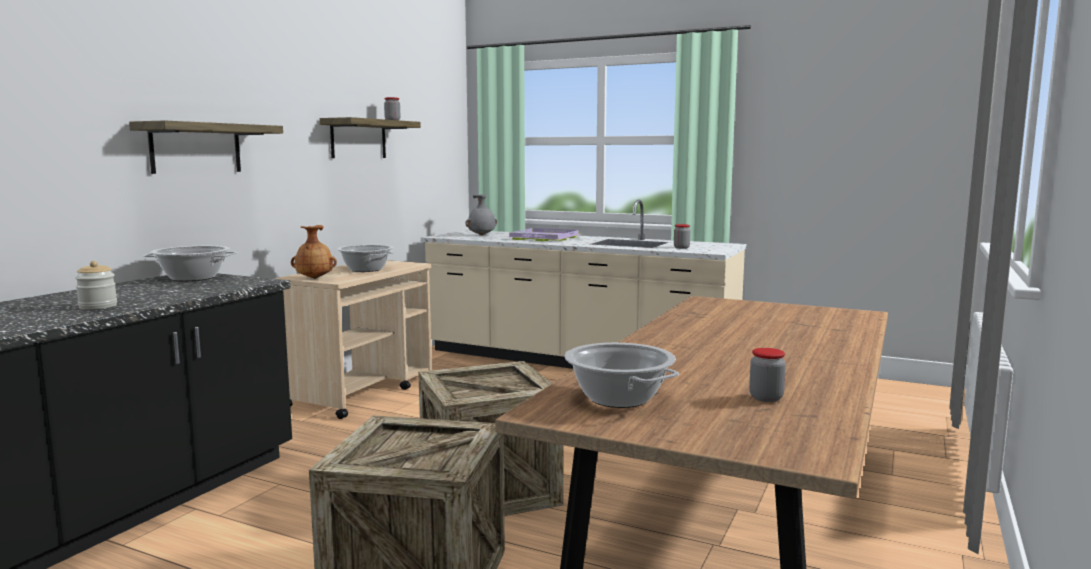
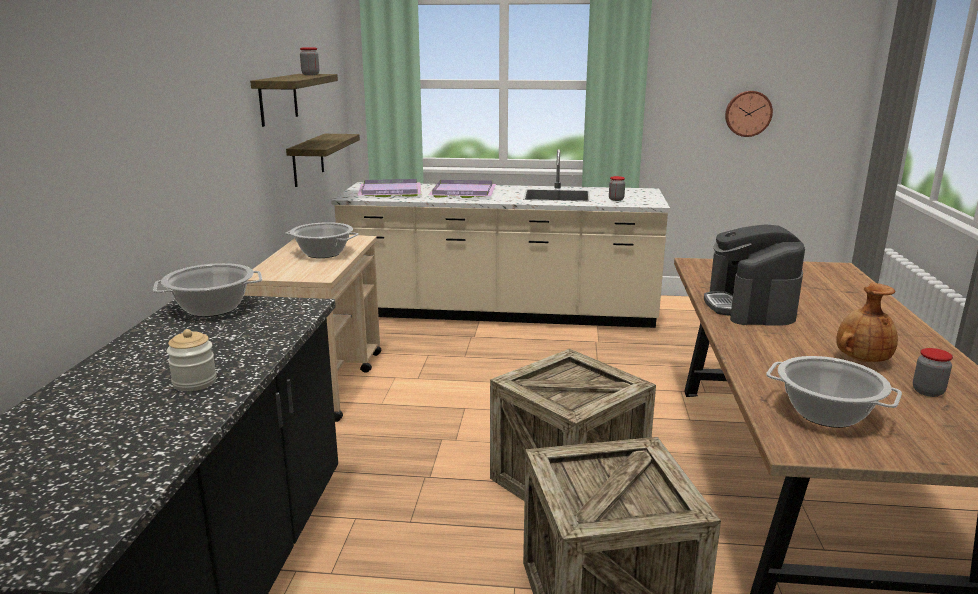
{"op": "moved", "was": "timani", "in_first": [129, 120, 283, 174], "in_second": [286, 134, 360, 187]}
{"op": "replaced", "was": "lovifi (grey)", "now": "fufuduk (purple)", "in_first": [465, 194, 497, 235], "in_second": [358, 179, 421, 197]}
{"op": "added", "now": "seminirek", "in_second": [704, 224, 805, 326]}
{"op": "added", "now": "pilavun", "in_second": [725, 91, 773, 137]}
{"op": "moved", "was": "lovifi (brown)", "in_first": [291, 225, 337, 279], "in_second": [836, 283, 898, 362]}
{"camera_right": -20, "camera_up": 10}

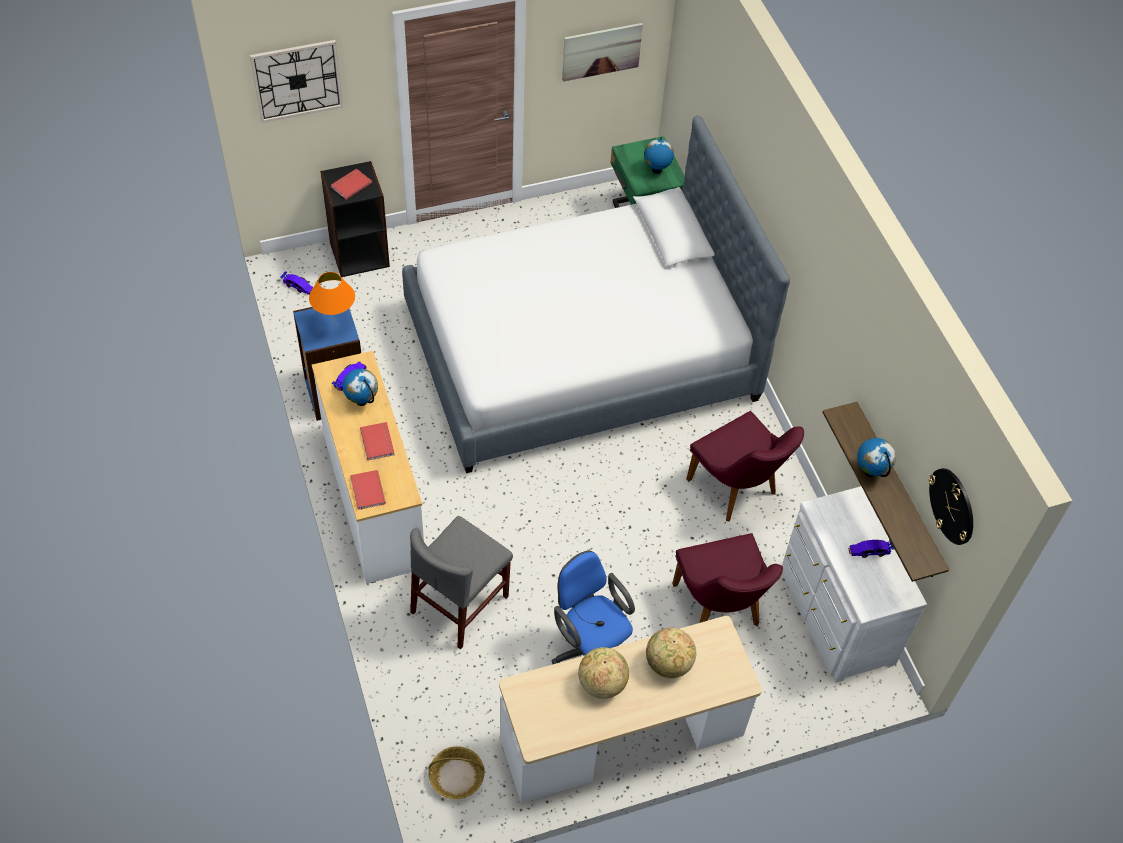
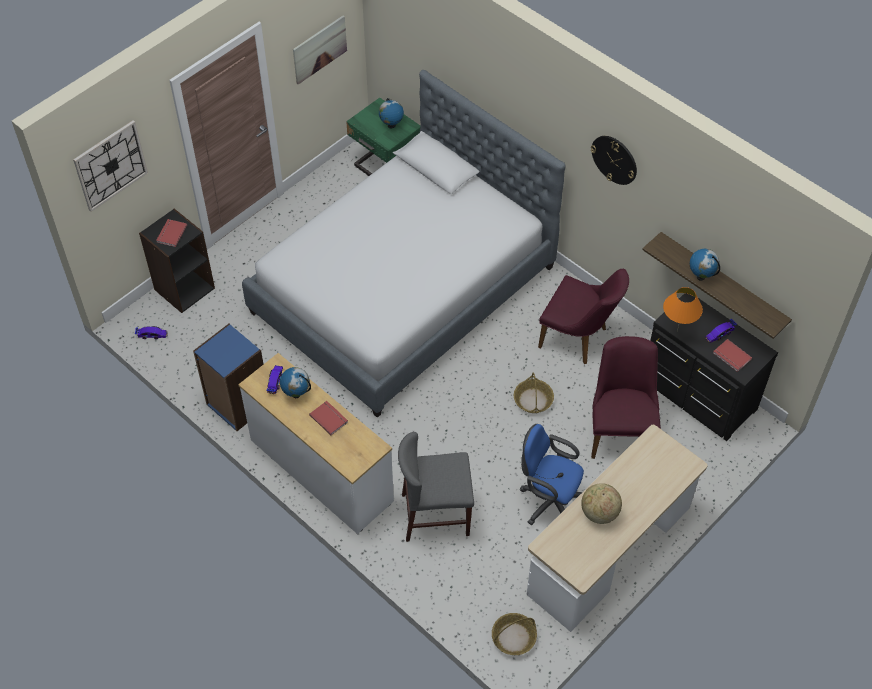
{"op": "turned", "was": "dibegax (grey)", "in_first": [410, 516, 513, 649], "in_second": [398, 432, 474, 542], "clockwise": 75}
{"op": "added", "now": "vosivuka", "in_second": [514, 373, 554, 413]}
{"op": "moved", "was": "pilavun", "in_first": [929, 468, 973, 545], "in_second": [591, 136, 637, 185]}
{"op": "turned", "was": "dibegax (purple)", "in_first": [672, 533, 783, 626], "in_second": [591, 336, 661, 459], "clockwise": -135}
{"op": "recoloured", "was": "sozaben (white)", "now": "sozaben (black)", "in_first": [782, 486, 927, 683], "in_second": [650, 293, 778, 441]}
{"op": "moved", "was": "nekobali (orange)", "in_first": [309, 272, 355, 328], "in_second": [663, 287, 703, 332]}
{"op": "moved", "was": "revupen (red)", "in_first": [350, 470, 386, 510], "in_second": [713, 339, 752, 372]}
{"op": "removed", "was": "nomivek", "in_first": [646, 627, 696, 678]}
{"camera_right": -25, "camera_up": 0}

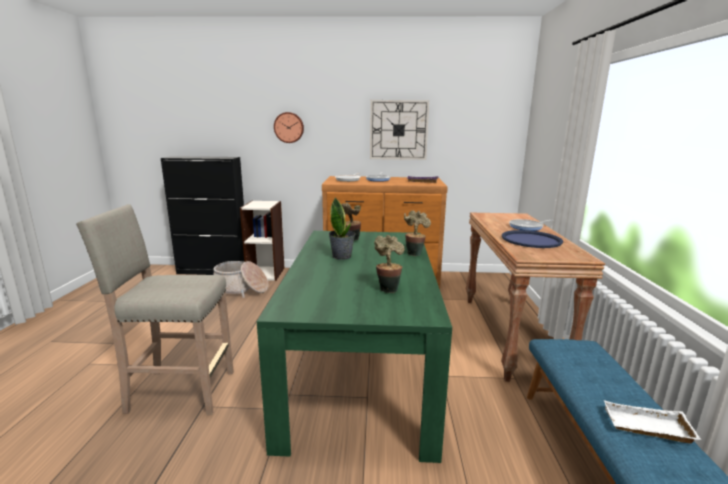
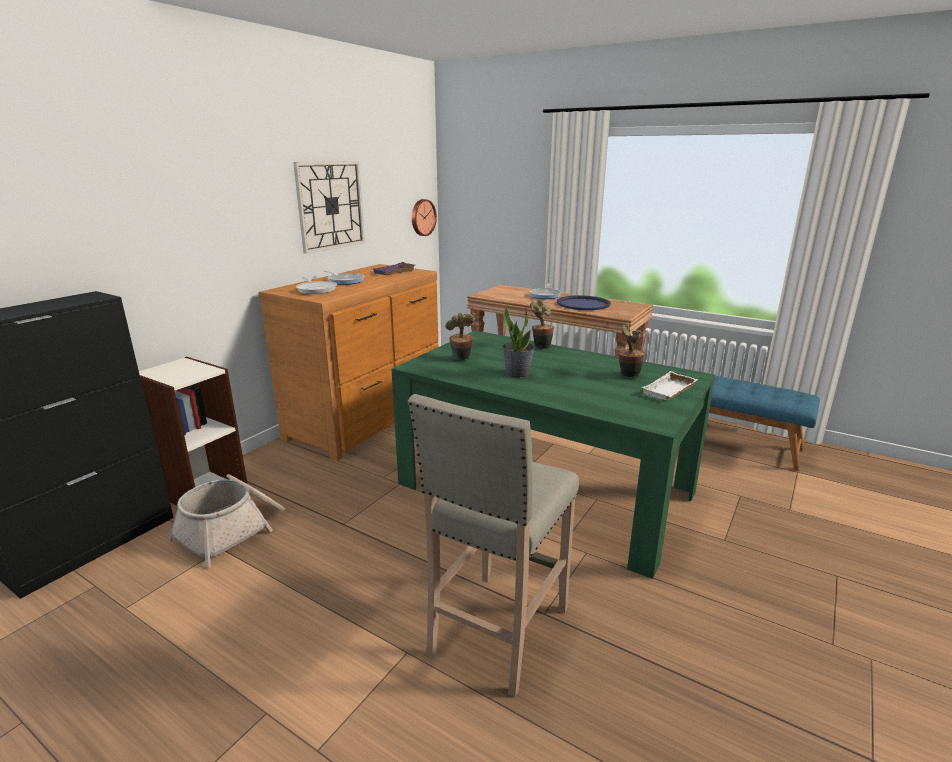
{"op": "moved", "was": "pilavun", "in_first": [274, 112, 304, 143], "in_second": [412, 199, 437, 236]}
{"op": "moved", "was": "fufuduk (white)", "in_first": [604, 400, 701, 444], "in_second": [641, 371, 698, 400]}
{"camera_right": -60, "camera_up": 5}

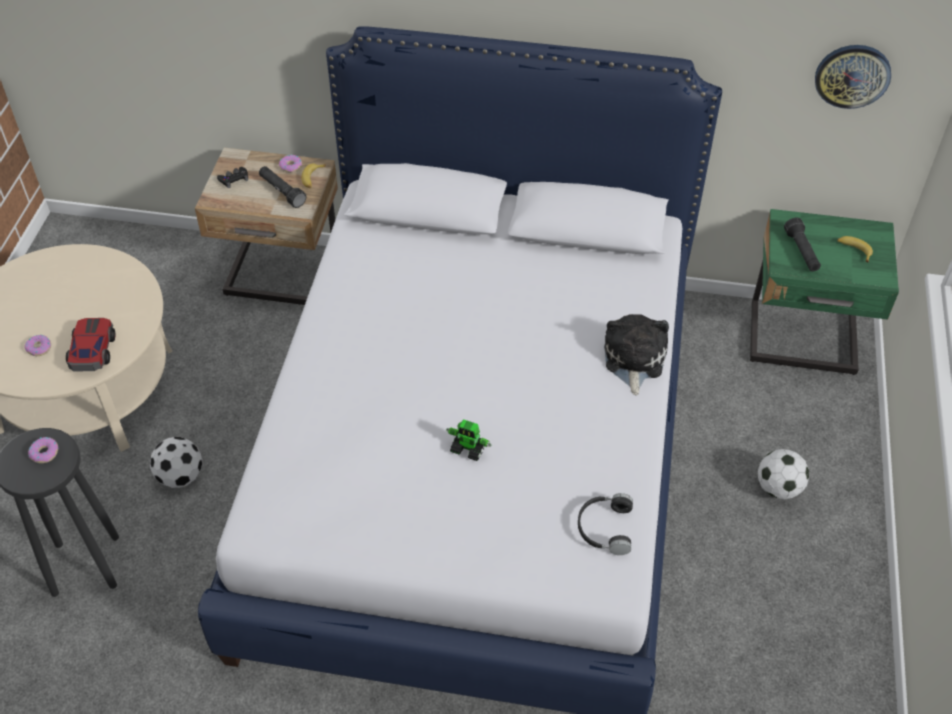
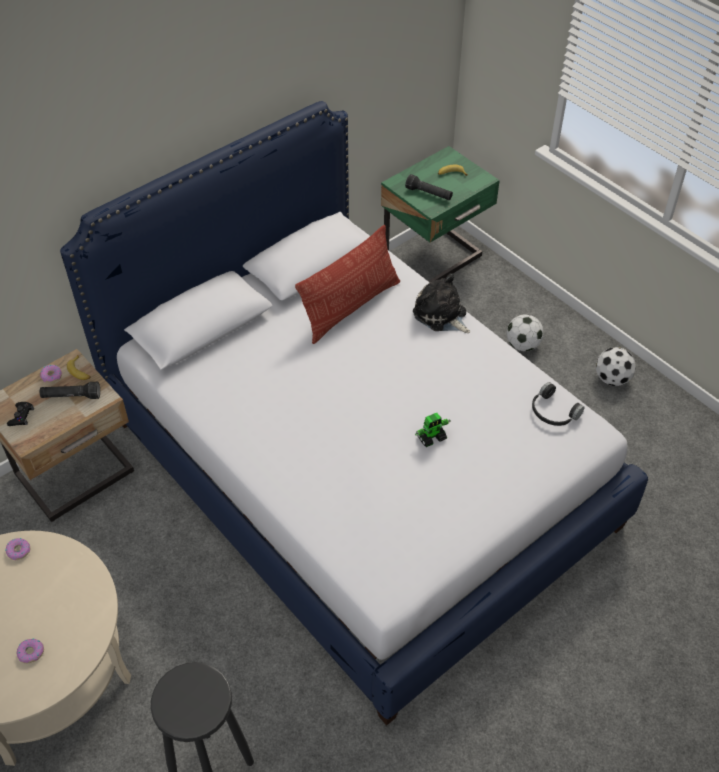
{"op": "moved", "was": "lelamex", "in_first": [28, 437, 58, 463], "in_second": [6, 538, 30, 560]}
{"op": "added", "now": "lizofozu", "in_second": [295, 225, 400, 344]}
{"op": "moved", "was": "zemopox", "in_first": [150, 437, 202, 488], "in_second": [596, 347, 636, 386]}
{"op": "removed", "was": "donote", "in_first": [66, 318, 115, 372]}
{"op": "removed", "was": "pilavun", "in_first": [815, 45, 891, 109]}
{"camera_right": -50, "camera_up": 0}

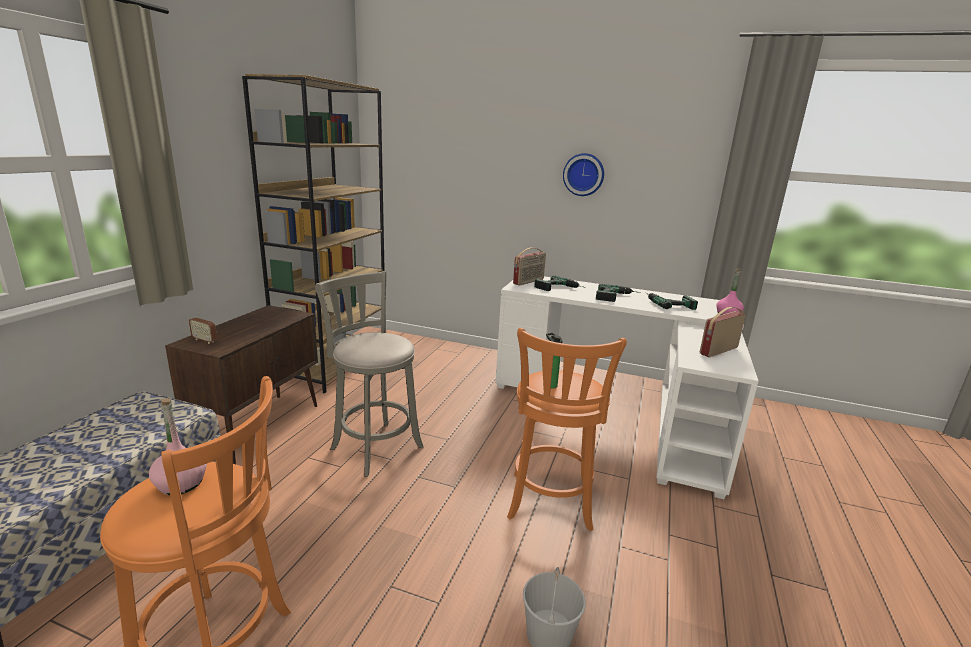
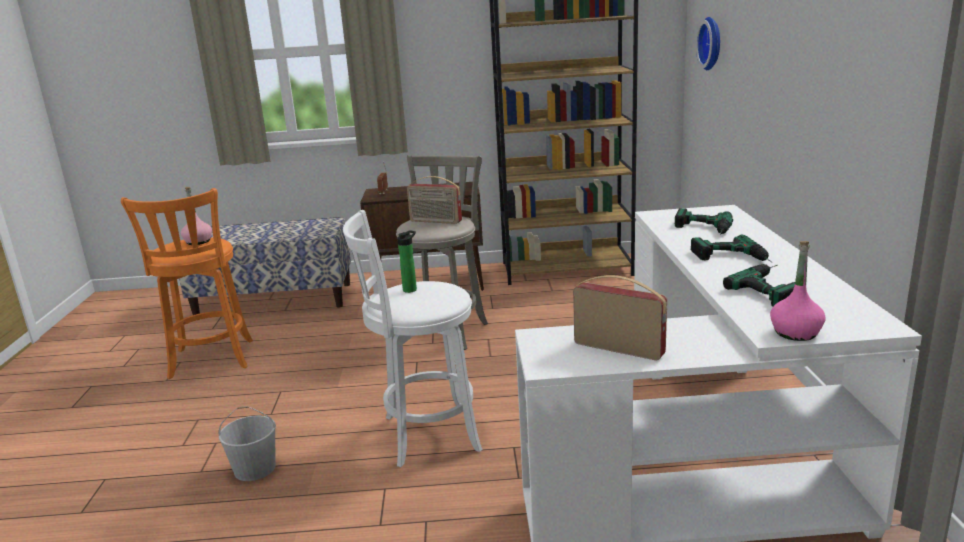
{"op": "recoloured", "was": "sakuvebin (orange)", "now": "sakuvebin (white)", "in_first": [507, 328, 627, 531], "in_second": [343, 210, 482, 467]}
{"op": "moved", "was": "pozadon", "in_first": [513, 247, 546, 285], "in_second": [407, 176, 462, 224]}
{"op": "moved", "was": "pilavun", "in_first": [563, 153, 604, 196], "in_second": [696, 17, 720, 70]}
{"camera_right": 70, "camera_up": 0}

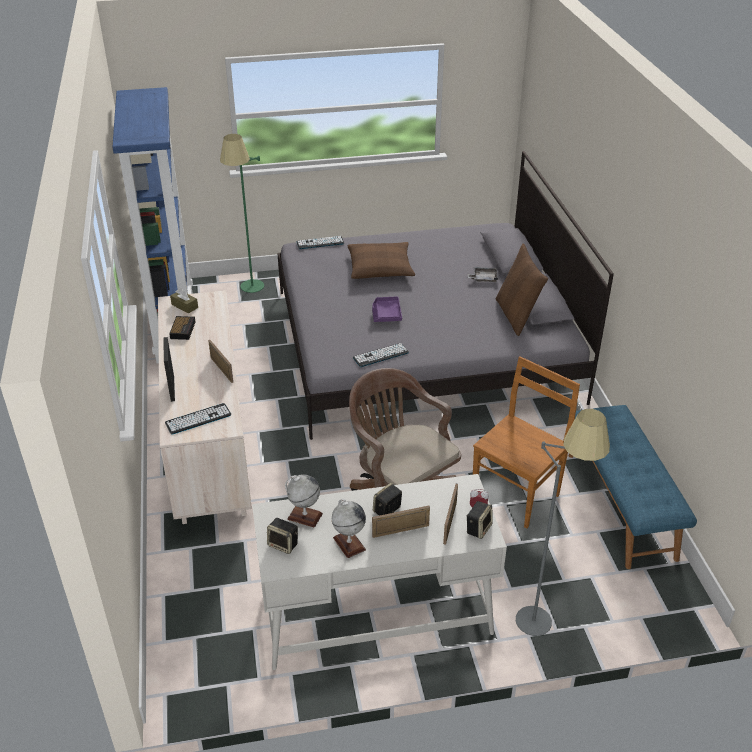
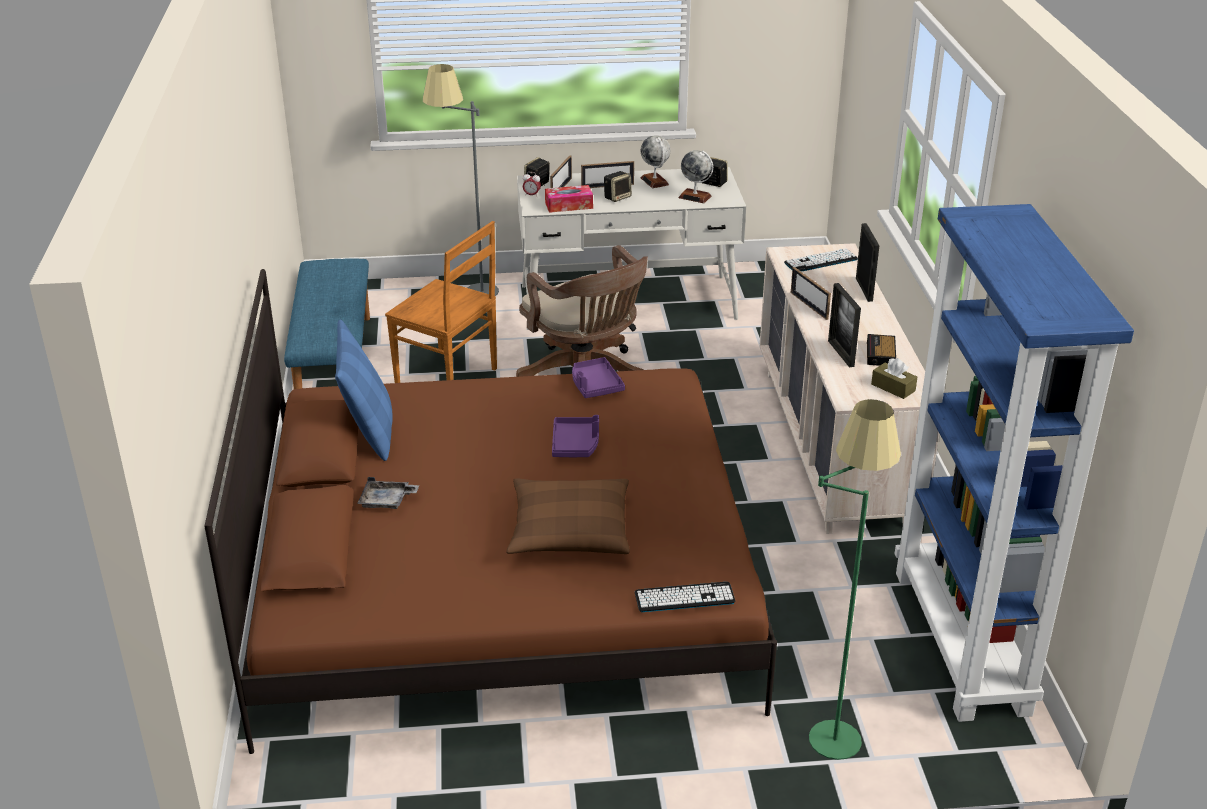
{"op": "recoloured", "was": "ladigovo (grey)", "now": "ladigovo (brown)", "in_first": [278, 151, 614, 440], "in_second": [204, 269, 777, 754]}
{"op": "recoloured", "was": "lizofozu (brown)", "now": "lizofozu (blue)", "in_first": [496, 243, 548, 336], "in_second": [335, 320, 393, 461]}
{"op": "turned", "was": "dibegax (brown)", "in_first": [473, 356, 580, 528], "in_second": [385, 221, 497, 383], "clockwise": -105}
{"op": "added", "now": "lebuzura", "in_second": [545, 185, 593, 213]}
{"op": "replaced", "was": "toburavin", "now": "fufuduk (purple)", "in_first": [353, 343, 409, 367], "in_second": [572, 357, 625, 398]}
{"op": "added", "now": "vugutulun", "in_second": [828, 283, 861, 368]}
{"camera_right": -175, "camera_up": -5}

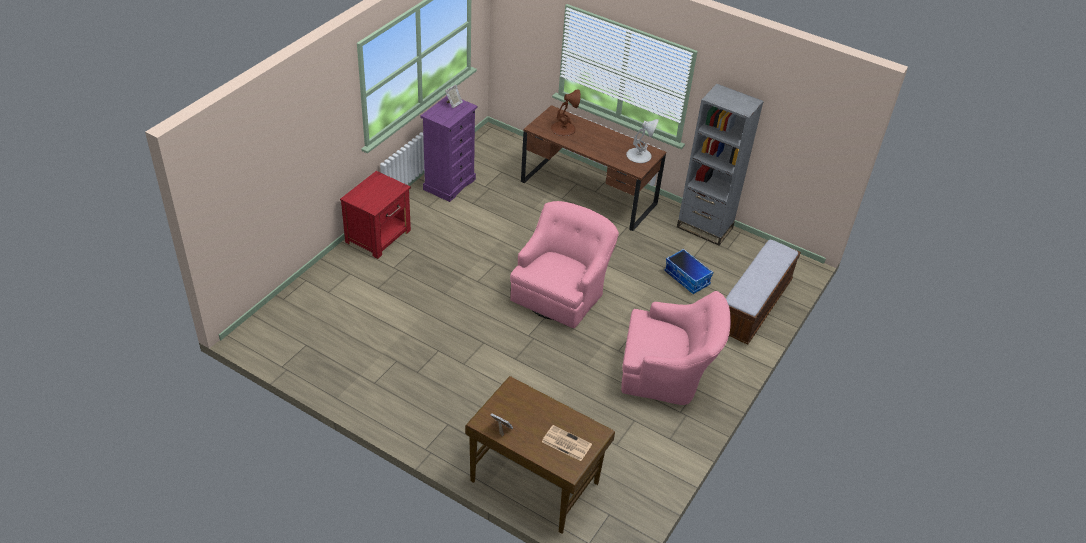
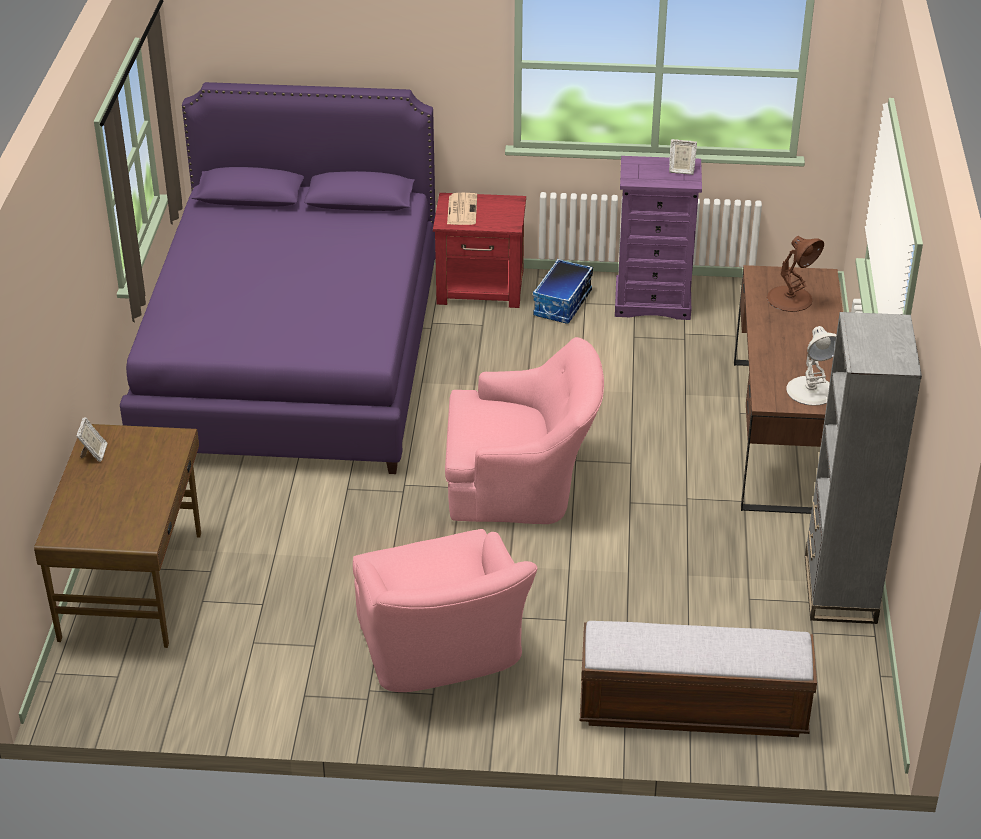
{"op": "added", "now": "ladigovo (purple)", "in_second": [120, 82, 435, 474]}
{"op": "moved", "was": "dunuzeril", "in_first": [542, 425, 592, 461], "in_second": [447, 193, 477, 225]}
{"op": "moved", "was": "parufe", "in_first": [664, 249, 713, 294], "in_second": [533, 259, 593, 324]}
{"camera_right": 65, "camera_up": -5}

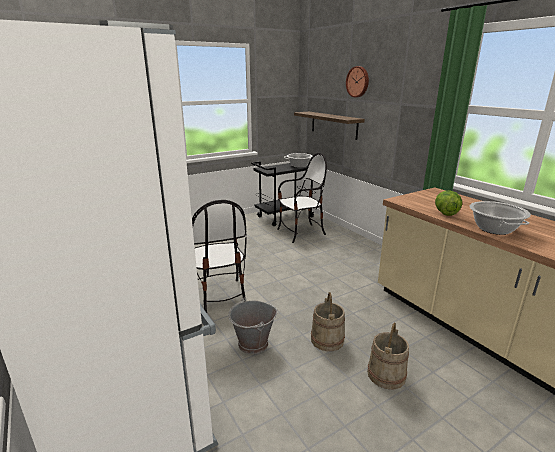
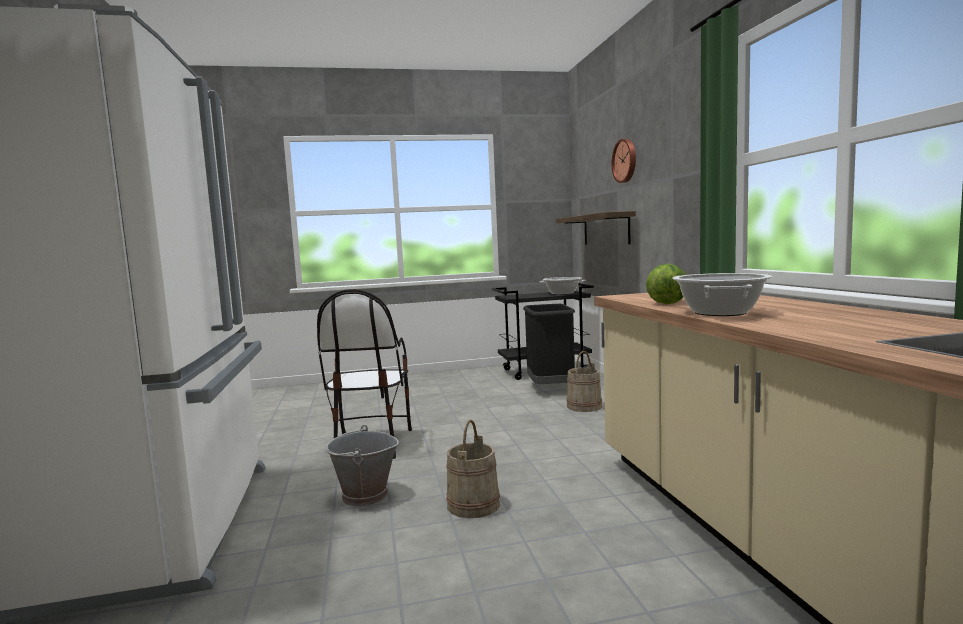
{"op": "replaced", "was": "dibegax", "now": "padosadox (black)", "in_first": [277, 153, 327, 243], "in_second": [523, 304, 575, 384]}
{"op": "moved", "was": "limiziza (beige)", "in_first": [367, 323, 409, 390], "in_second": [566, 351, 602, 412]}
{"camera_right": 20, "camera_up": -15}

